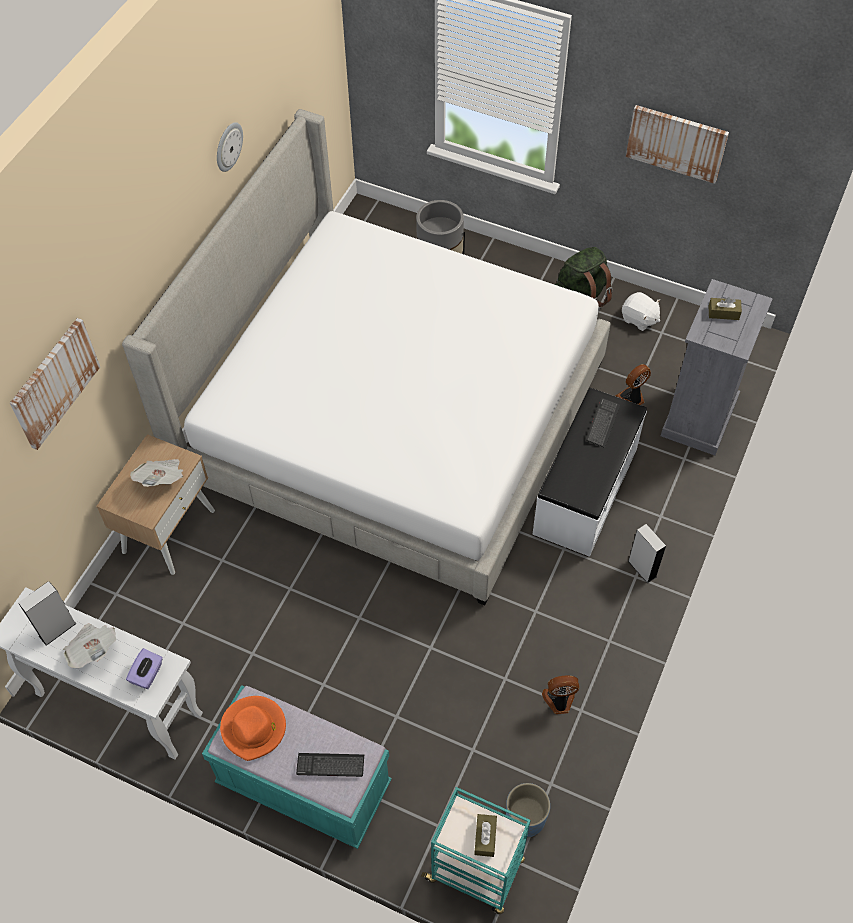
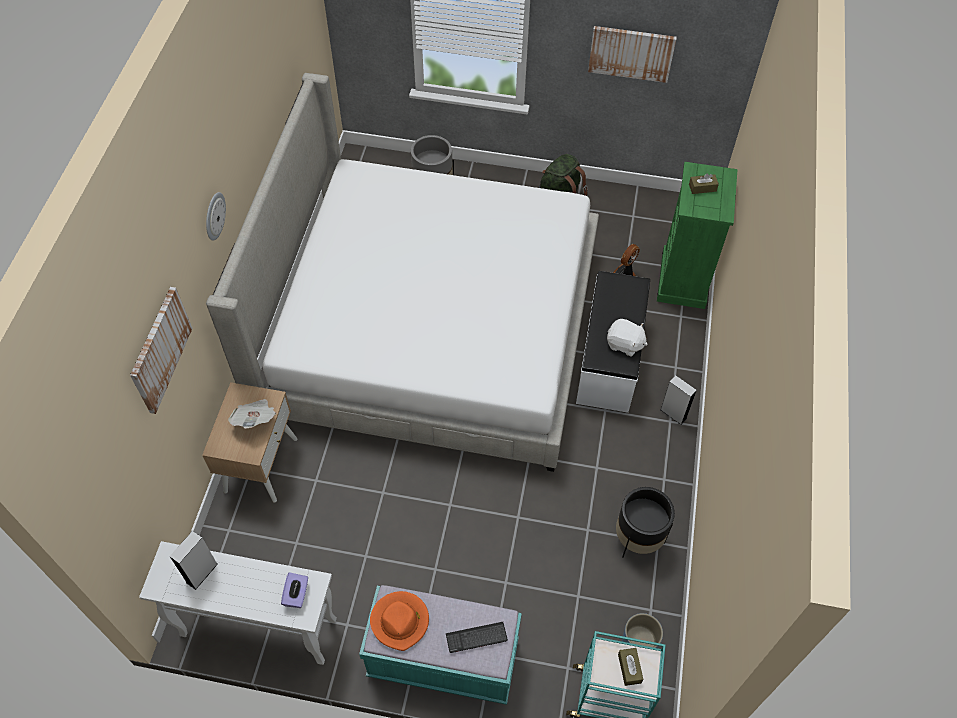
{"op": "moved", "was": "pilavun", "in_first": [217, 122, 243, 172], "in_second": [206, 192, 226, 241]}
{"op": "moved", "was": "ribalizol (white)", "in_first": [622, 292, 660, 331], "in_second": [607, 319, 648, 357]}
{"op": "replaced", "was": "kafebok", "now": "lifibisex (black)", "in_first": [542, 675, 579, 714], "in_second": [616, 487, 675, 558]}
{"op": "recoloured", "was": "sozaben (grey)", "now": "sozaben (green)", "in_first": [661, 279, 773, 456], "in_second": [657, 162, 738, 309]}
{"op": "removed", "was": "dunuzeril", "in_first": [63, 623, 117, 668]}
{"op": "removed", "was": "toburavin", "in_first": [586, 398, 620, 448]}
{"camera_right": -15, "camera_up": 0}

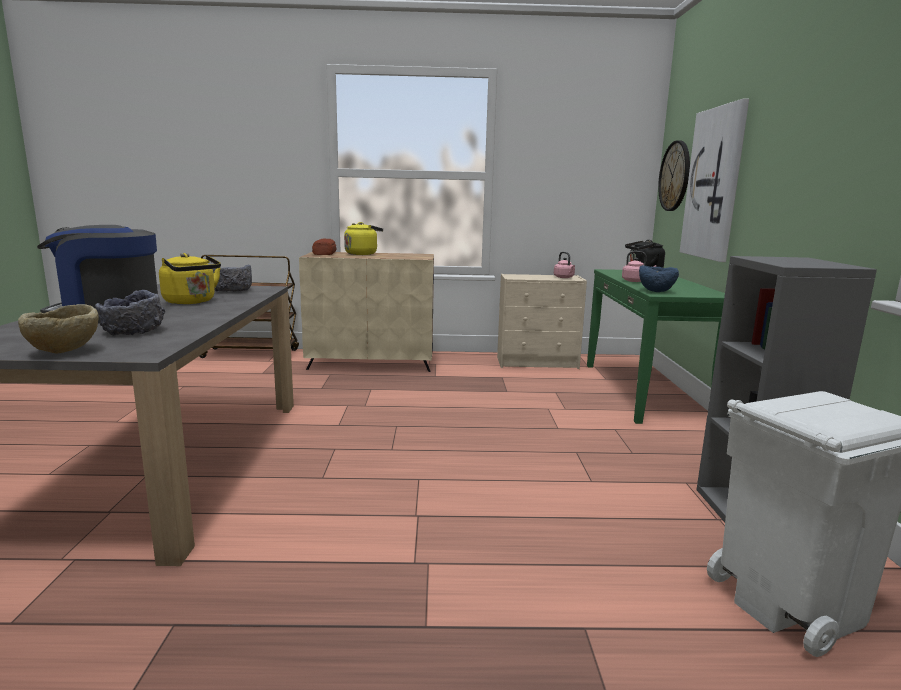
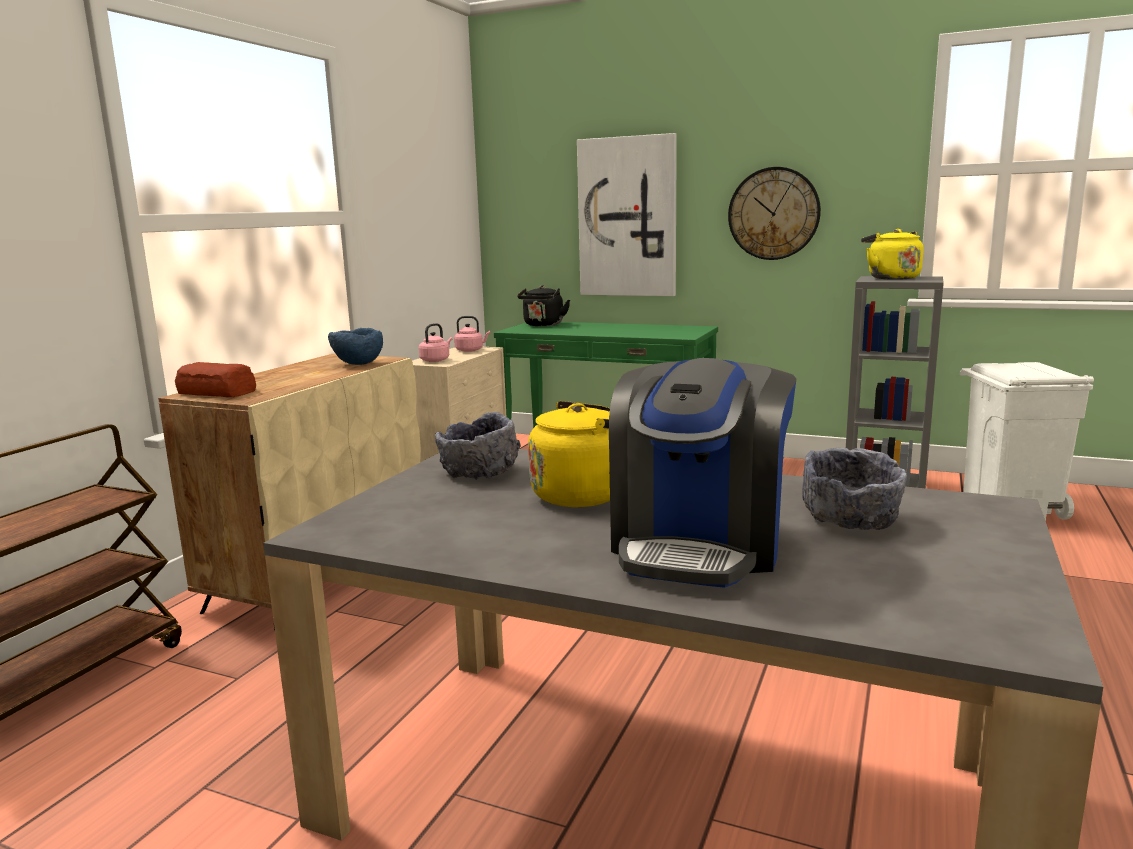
{"op": "moved", "was": "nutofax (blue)", "in_first": [639, 265, 679, 292], "in_second": [328, 328, 383, 365]}
{"op": "moved", "was": "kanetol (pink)", "in_first": [622, 251, 656, 282], "in_second": [419, 323, 452, 362]}
{"op": "moved", "was": "pilavun", "in_first": [658, 141, 690, 211], "in_second": [728, 167, 821, 260]}
{"op": "moved", "was": "kanetol (yellow)", "in_first": [344, 222, 383, 255], "in_second": [861, 229, 924, 280]}
{"op": "removed", "was": "nutofax (beige)", "in_first": [18, 304, 99, 354]}
{"camera_right": -65, "camera_up": 0}

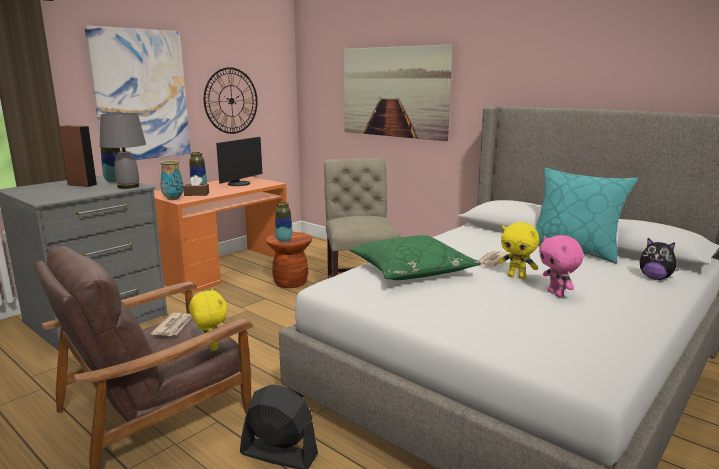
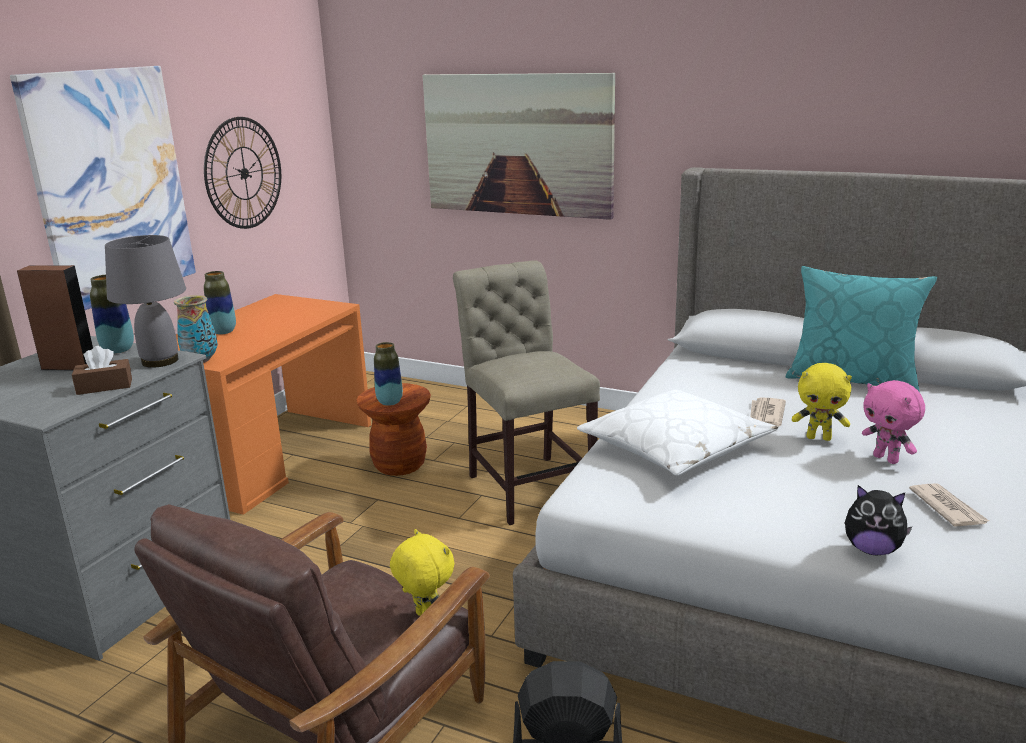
{"op": "moved", "was": "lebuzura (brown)", "in_first": [184, 175, 209, 196], "in_second": [72, 346, 132, 395]}
{"op": "recoloured", "was": "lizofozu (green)", "now": "lizofozu (white)", "in_first": [349, 235, 481, 280], "in_second": [577, 389, 778, 476]}
{"op": "moved", "was": "ribalizol", "in_first": [640, 238, 681, 280], "in_second": [845, 485, 913, 555]}
{"op": "moved", "was": "dunuzeril", "in_first": [151, 313, 192, 336], "in_second": [909, 483, 989, 527]}
{"op": "removed", "was": "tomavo", "in_first": [216, 137, 262, 186]}
{"camera_right": -15, "camera_up": 5}

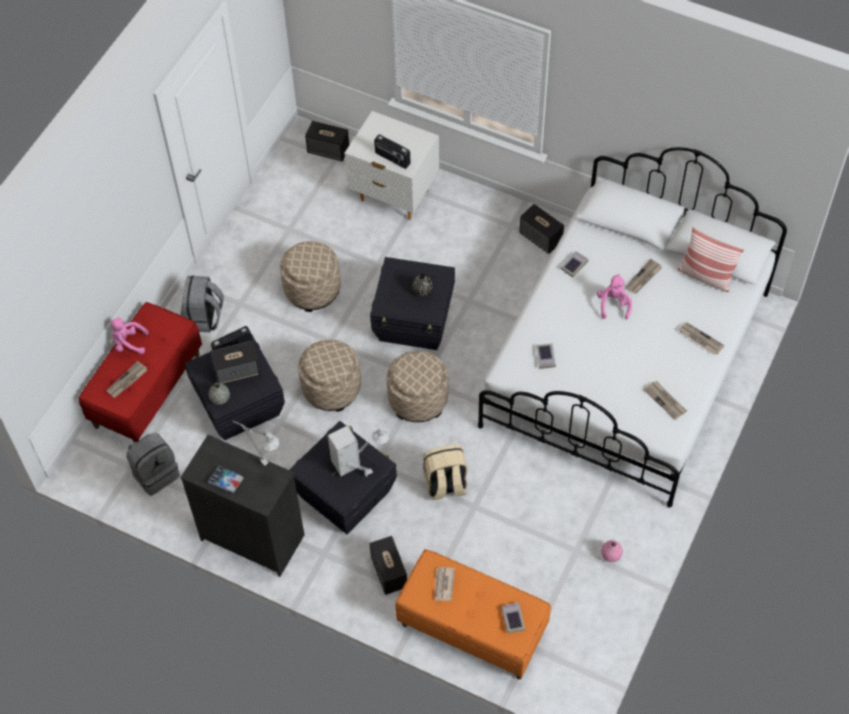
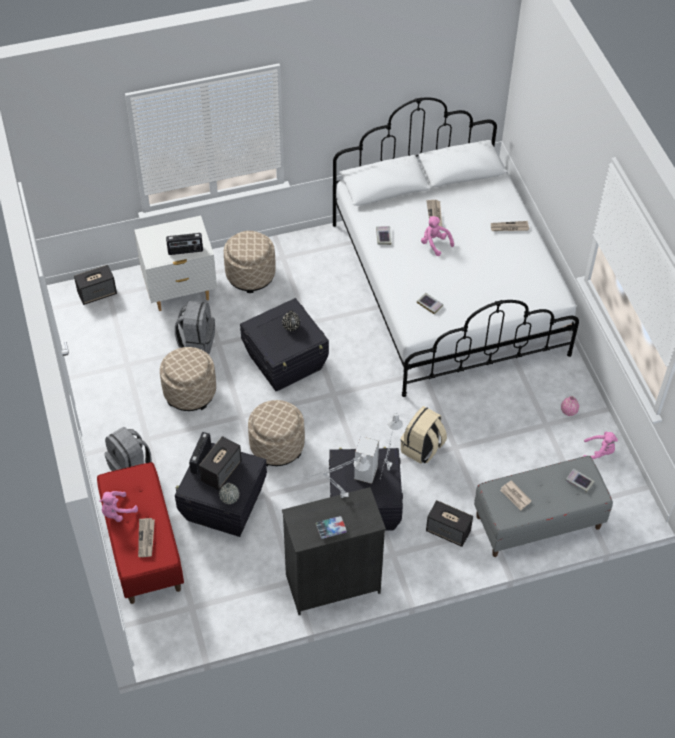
{"op": "moved", "was": "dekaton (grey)", "in_first": [126, 433, 180, 496], "in_second": [175, 301, 215, 354]}
{"op": "moved", "was": "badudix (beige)", "in_first": [387, 351, 448, 422], "in_second": [224, 231, 276, 293]}
{"op": "recoloured", "was": "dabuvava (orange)", "now": "dabuvava (grey)", "in_first": [395, 549, 551, 679], "in_second": [474, 456, 613, 557]}
{"op": "added", "now": "ribalizol (pink)", "in_second": [583, 432, 618, 459]}
{"op": "removed", "was": "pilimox", "in_first": [519, 204, 564, 254]}
{"op": "removed", "was": "dunuzeril", "in_first": [643, 381, 687, 420]}
{"op": "removed", "was": "lizofozu", "in_first": [677, 227, 744, 292]}
{"camera_right": -45, "camera_up": -5}

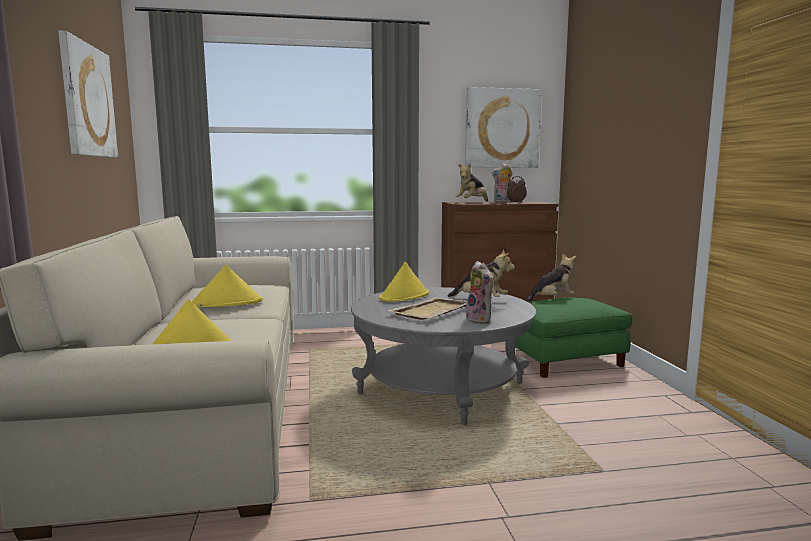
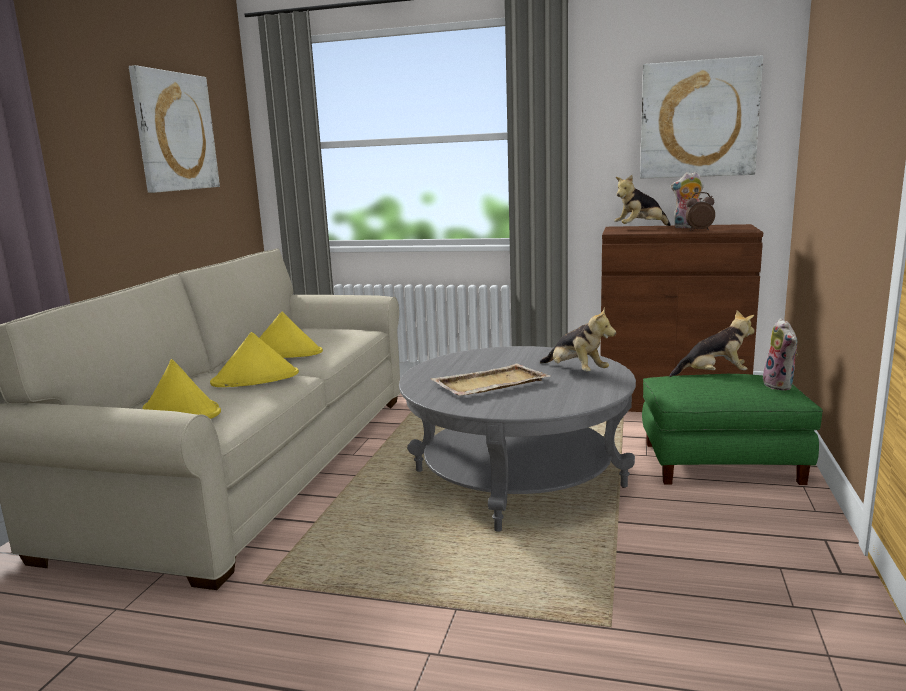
{"op": "moved", "was": "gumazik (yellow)", "in_first": [379, 262, 429, 302], "in_second": [210, 332, 299, 387]}
{"op": "moved", "was": "ribalizol", "in_first": [466, 261, 494, 324], "in_second": [763, 318, 798, 390]}
{"camera_right": 25, "camera_up": 5}

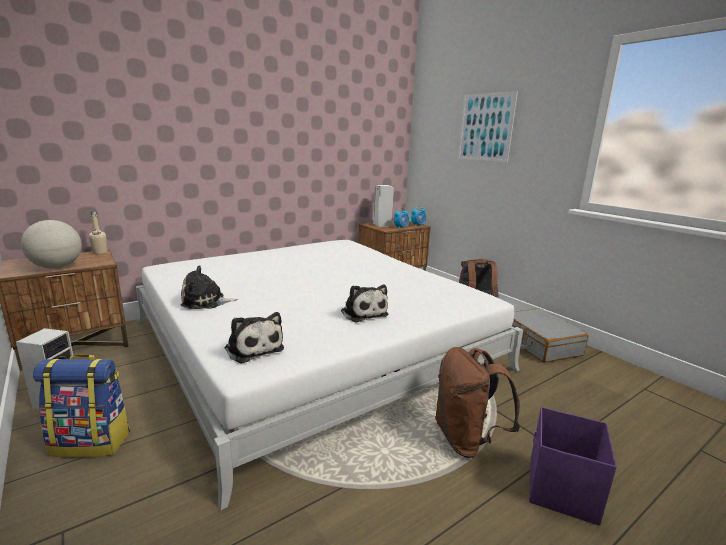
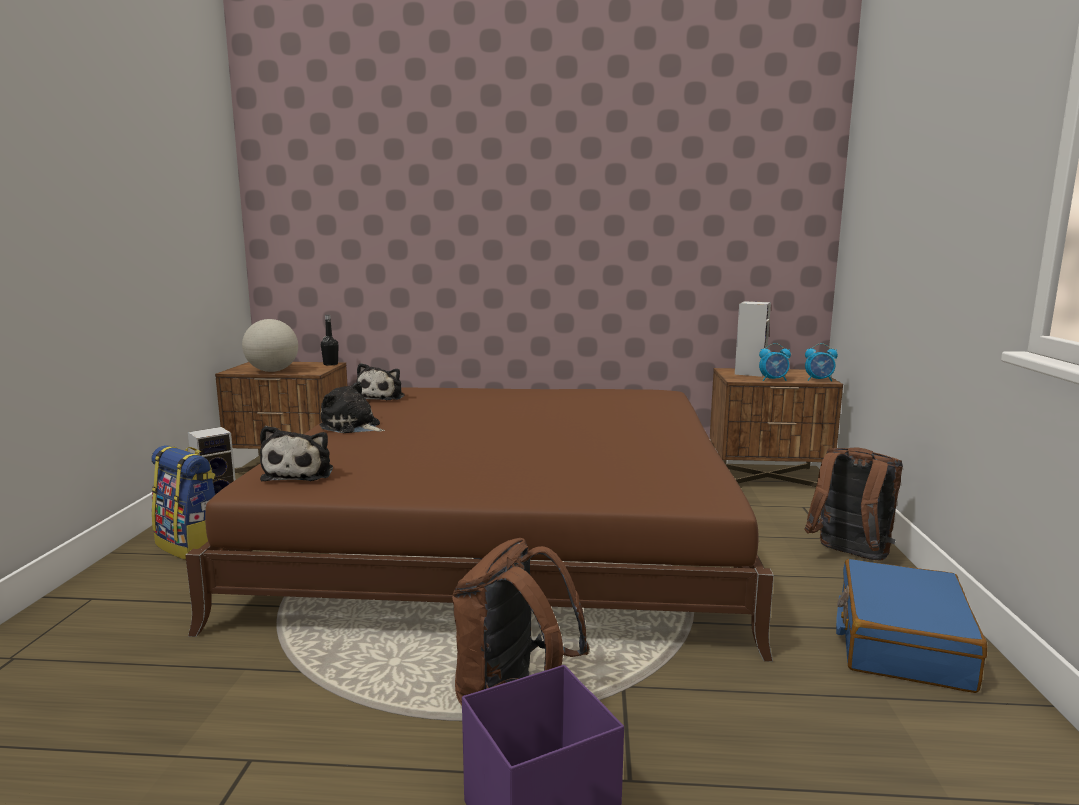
{"op": "recoloured", "was": "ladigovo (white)", "now": "ladigovo (brown)", "in_first": [136, 240, 523, 511], "in_second": [185, 388, 774, 662]}
{"op": "recoloured", "was": "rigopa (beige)", "now": "rigopa (black)", "in_first": [89, 211, 107, 255], "in_second": [321, 315, 339, 366]}
{"op": "moved", "was": "ribalizol", "in_first": [341, 284, 388, 323], "in_second": [357, 363, 404, 400]}
{"op": "recoloured", "was": "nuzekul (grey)", "now": "nuzekul (blue)", "in_first": [512, 308, 589, 363], "in_second": [836, 559, 987, 693]}
{"op": "removed", "was": "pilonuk", "in_first": [458, 91, 518, 163]}
{"camera_right": 40, "camera_up": -5}

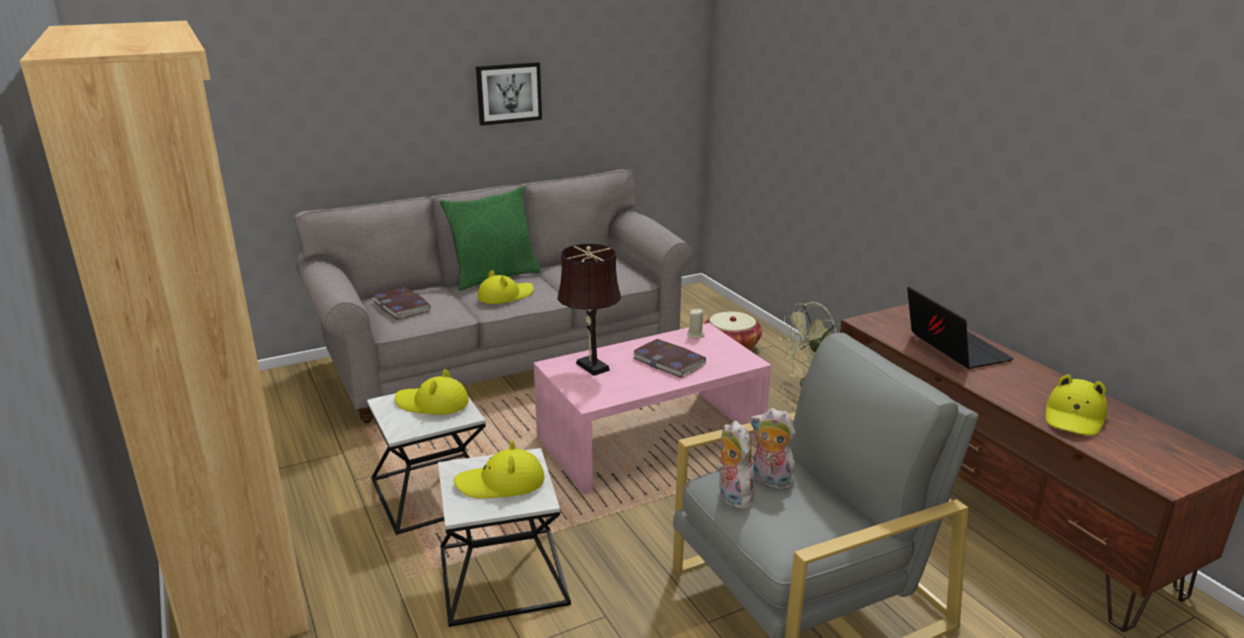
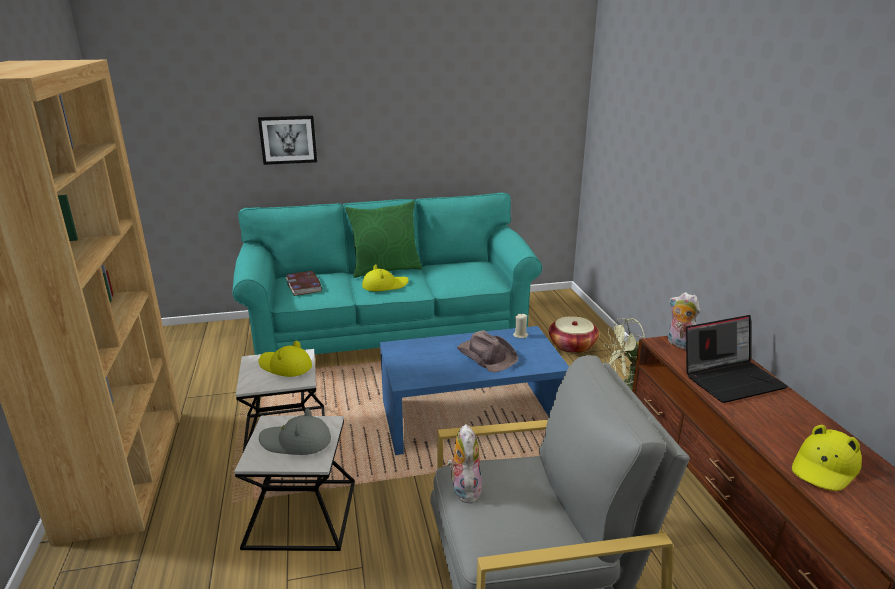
{"op": "recoloured", "was": "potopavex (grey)", "now": "potopavex (turquoise)", "in_first": [294, 169, 694, 423], "in_second": [233, 193, 542, 355]}
{"op": "moved", "was": "pilonuk", "in_first": [476, 62, 542, 126], "in_second": [258, 115, 317, 165]}
{"op": "recoloured", "was": "gumazik (yellow)", "now": "gumazik (grey)", "in_first": [454, 440, 545, 499], "in_second": [259, 408, 331, 455]}
{"op": "recoloured", "was": "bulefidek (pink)", "now": "bulefidek (blue)", "in_first": [534, 323, 771, 494], "in_second": [380, 326, 569, 455]}
{"op": "replaced", "was": "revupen", "now": "gumazik (brown)", "in_first": [632, 339, 706, 378], "in_second": [457, 330, 518, 372]}
{"op": "moved", "was": "ribalizol", "in_first": [750, 408, 795, 490], "in_second": [668, 292, 700, 350]}
{"op": "turned", "was": "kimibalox", "in_first": [907, 286, 1014, 369], "in_second": [686, 315, 788, 403], "clockwise": 75}
{"op": "removed", "was": "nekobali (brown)", "in_first": [557, 244, 621, 376]}
{"camera_right": 15, "camera_up": 0}

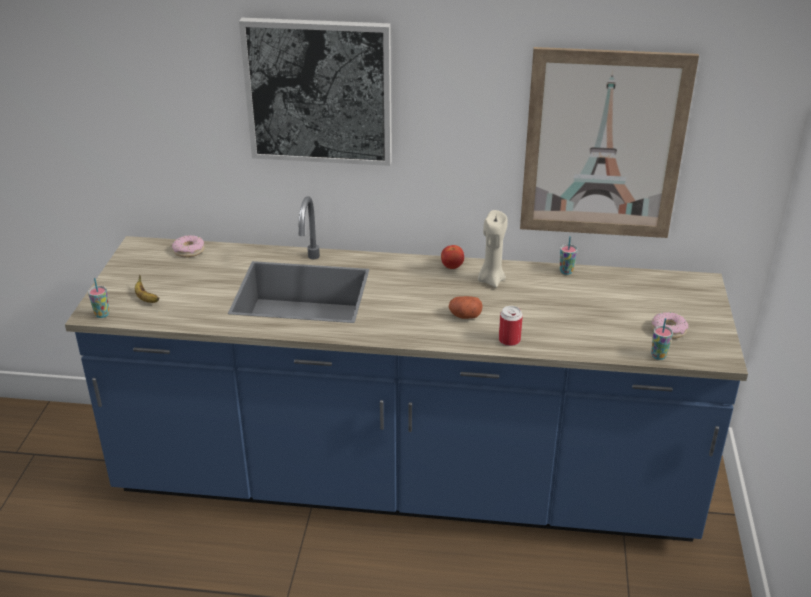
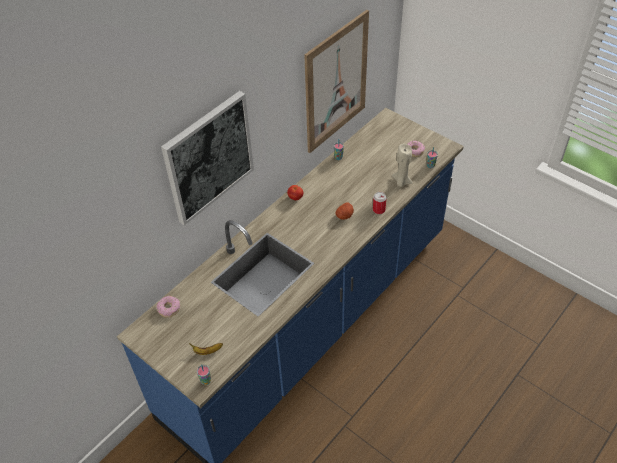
{"op": "moved", "was": "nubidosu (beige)", "in_first": [478, 210, 508, 288], "in_second": [392, 144, 413, 187]}
{"camera_right": -55, "camera_up": 15}

